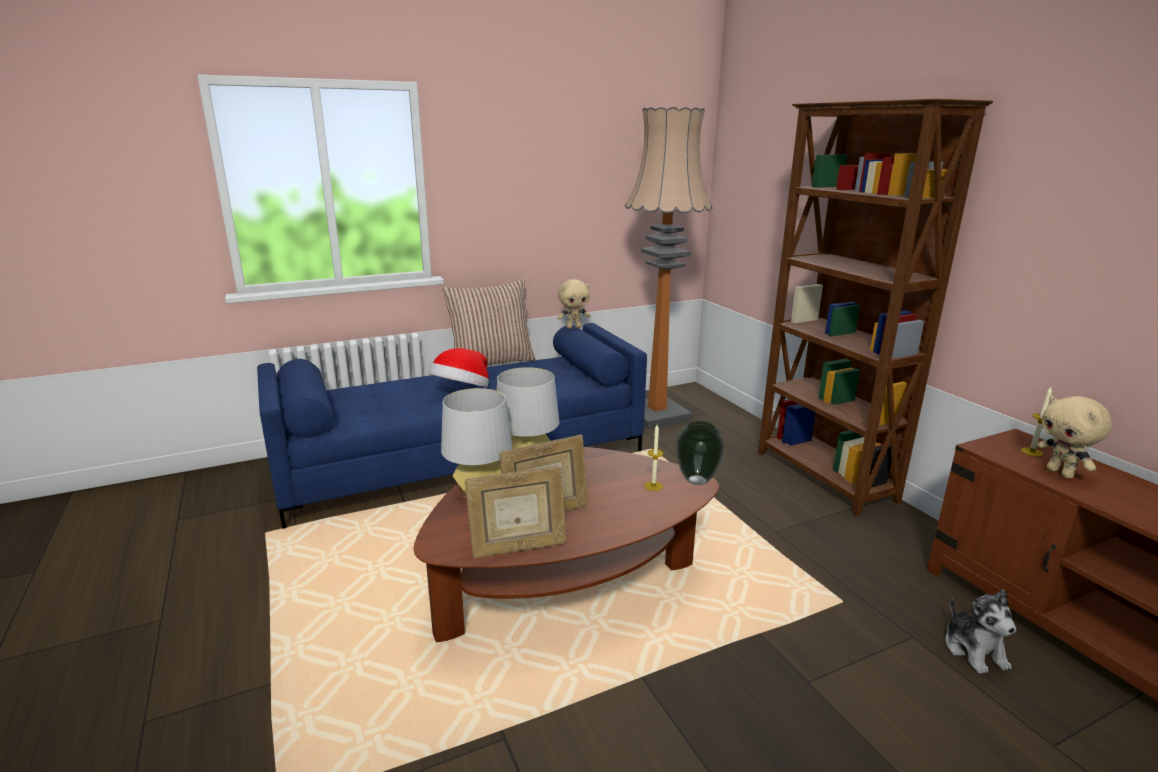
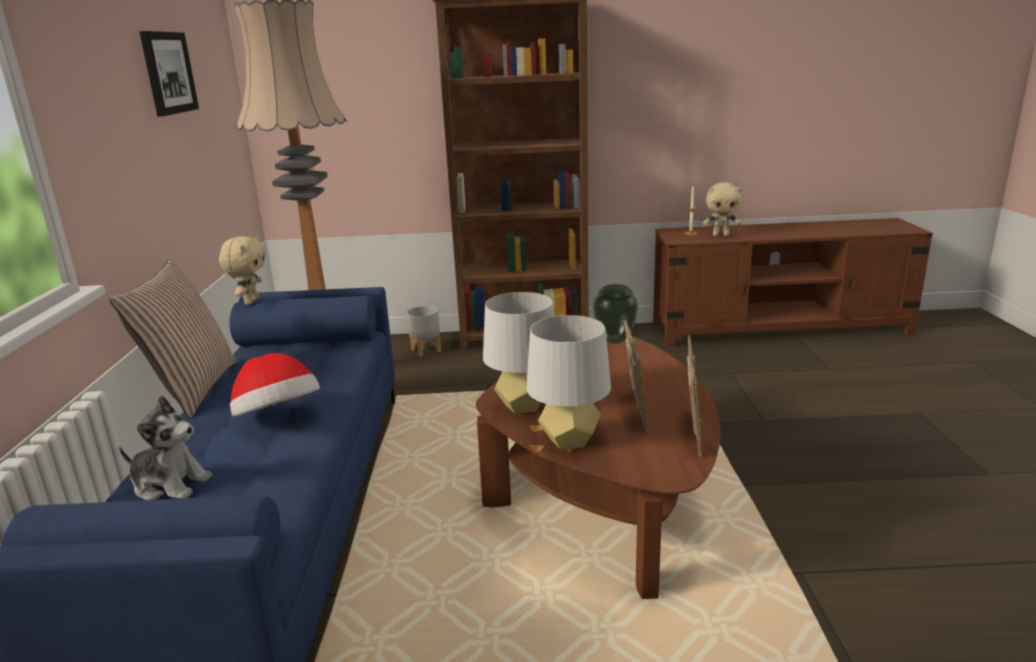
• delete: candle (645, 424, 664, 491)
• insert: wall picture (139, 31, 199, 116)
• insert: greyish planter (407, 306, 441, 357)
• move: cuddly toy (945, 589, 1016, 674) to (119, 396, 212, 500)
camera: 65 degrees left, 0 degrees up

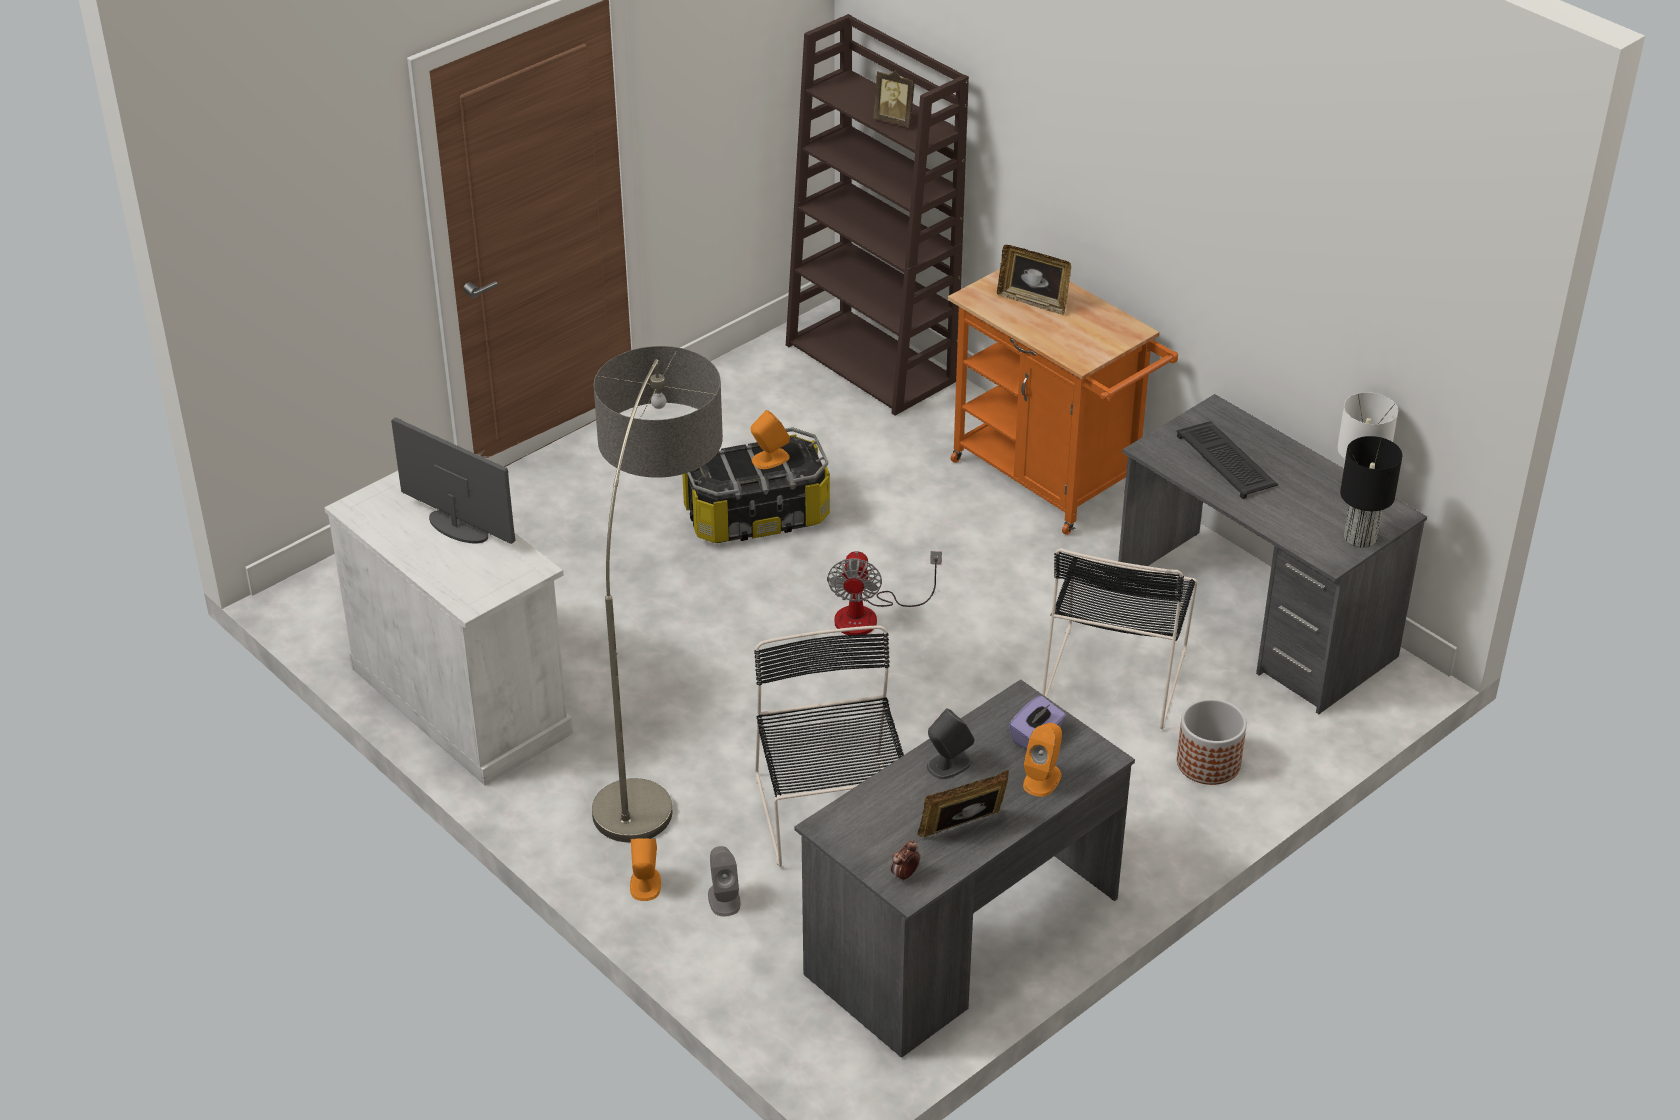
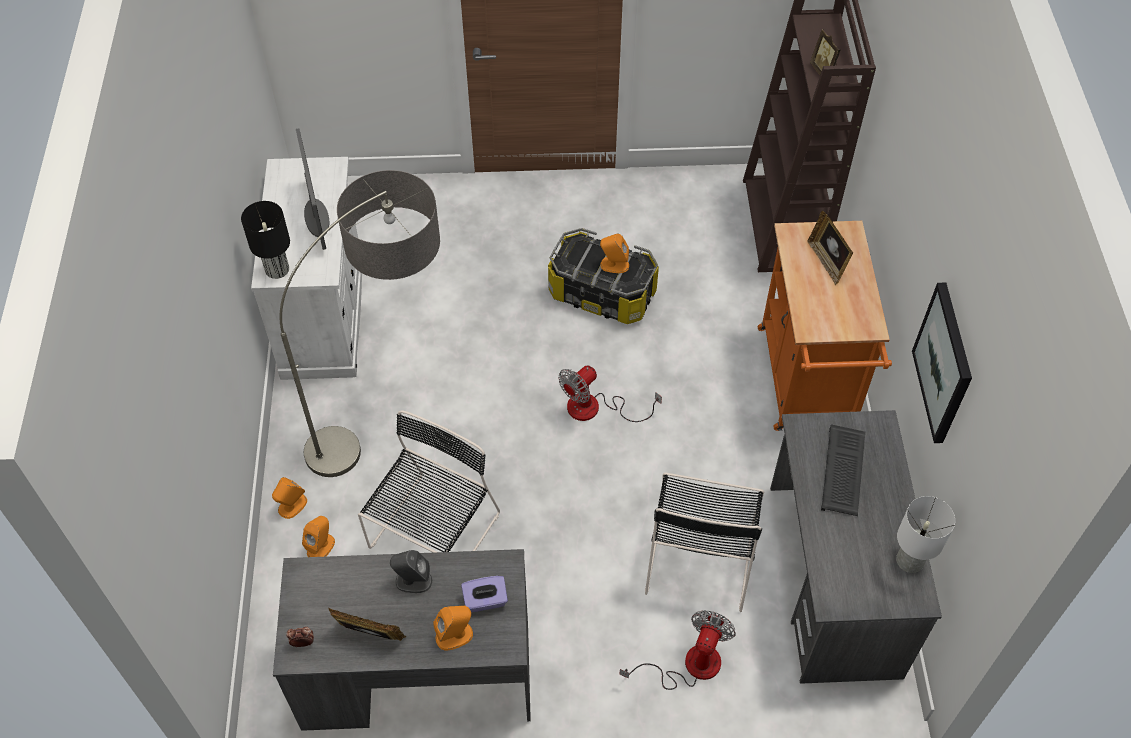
• insert: wall picture (912, 283, 972, 443)
• move: blackish table lamp (1340, 436, 1402, 548) to (241, 201, 290, 279)
• replace: planter (1177, 699, 1247, 785) to cooling fan (619, 610, 736, 690)
• recolor: greyish speaker (708, 846, 741, 917) to orangey speaker (302, 516, 335, 557)
• rotate: blackish upright chair (1042, 548, 1197, 729) = (645, 472, 764, 612) 45 degrees counterclockwise
camera: 40 degrees right, 15 degrees up

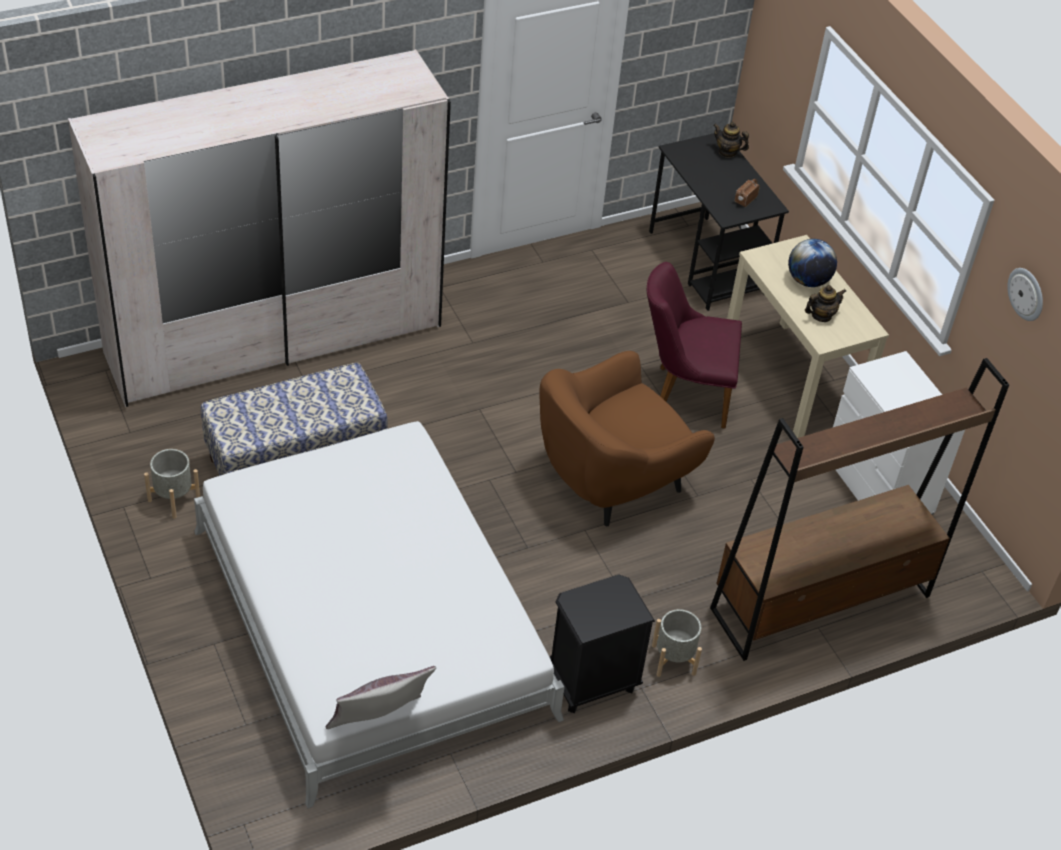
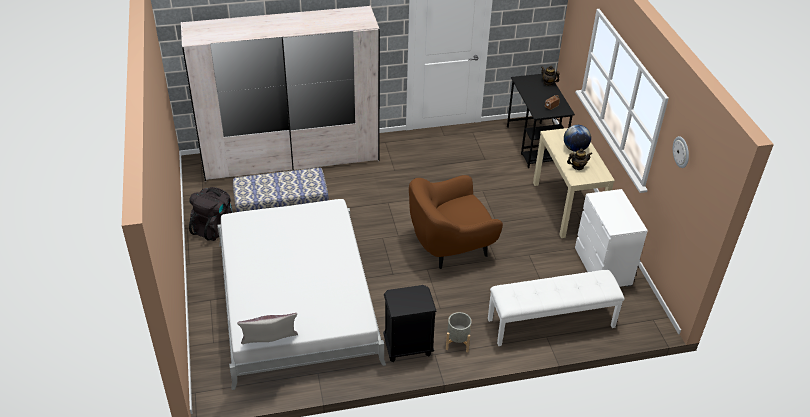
• delete: purple upright chair (647, 262, 742, 429)
• replace: greyish planter (144, 449, 200, 519) to blackish backpack (189, 187, 232, 241)
• replace: brown-coloured bookcase (710, 358, 1009, 661) to whitish bench (488, 270, 624, 346)
camera: 15 degrees right, 5 degrees down

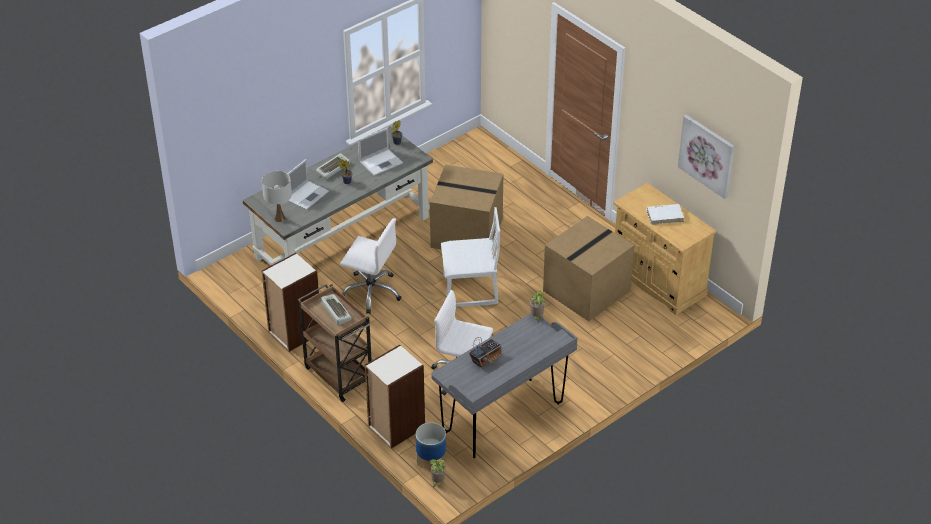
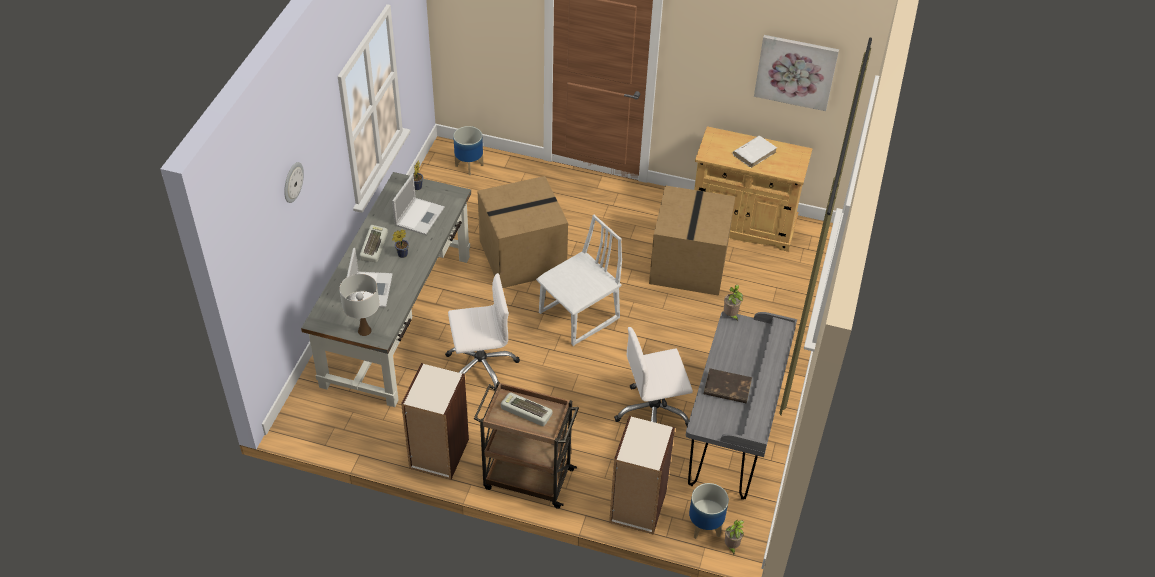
• insert: wall clock (284, 162, 304, 203)
• insert: planter (453, 126, 484, 175)
• replace: radio receiver (469, 337, 501, 369) to brown-coloured bound book (704, 368, 752, 404)
camera: 35 degrees left, 5 degrees up

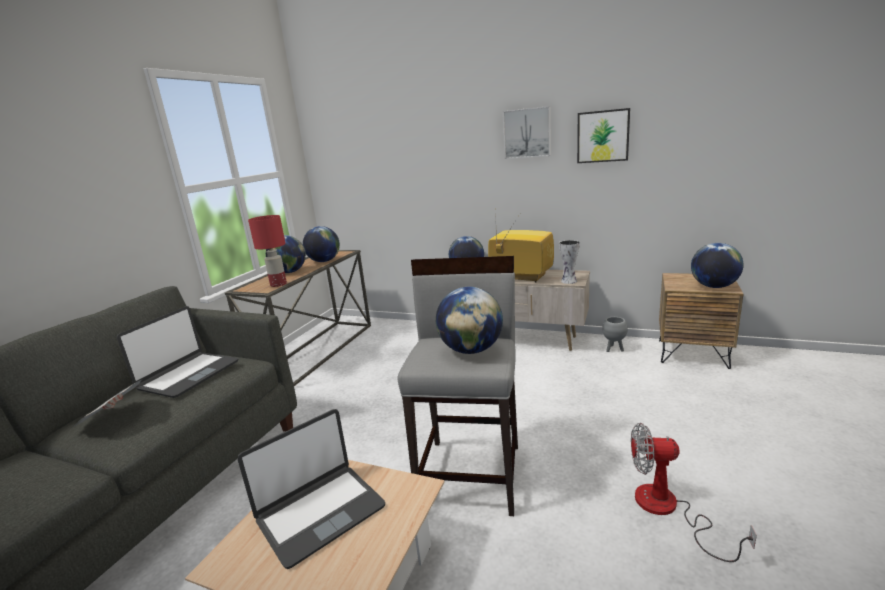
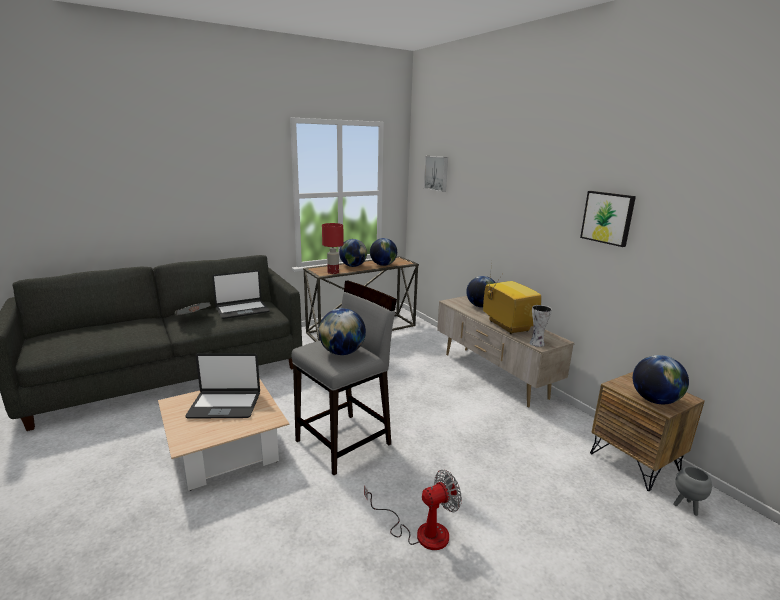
• move: wall picture (503, 106, 551, 159) to (424, 156, 448, 192)
• move: greyish planter (602, 317, 628, 352) to (673, 466, 712, 516)
• rotate: cooling fan (631, 423, 757, 562) = (364, 470, 462, 550) 105 degrees clockwise
camera: 35 degrees right, 0 degrees up

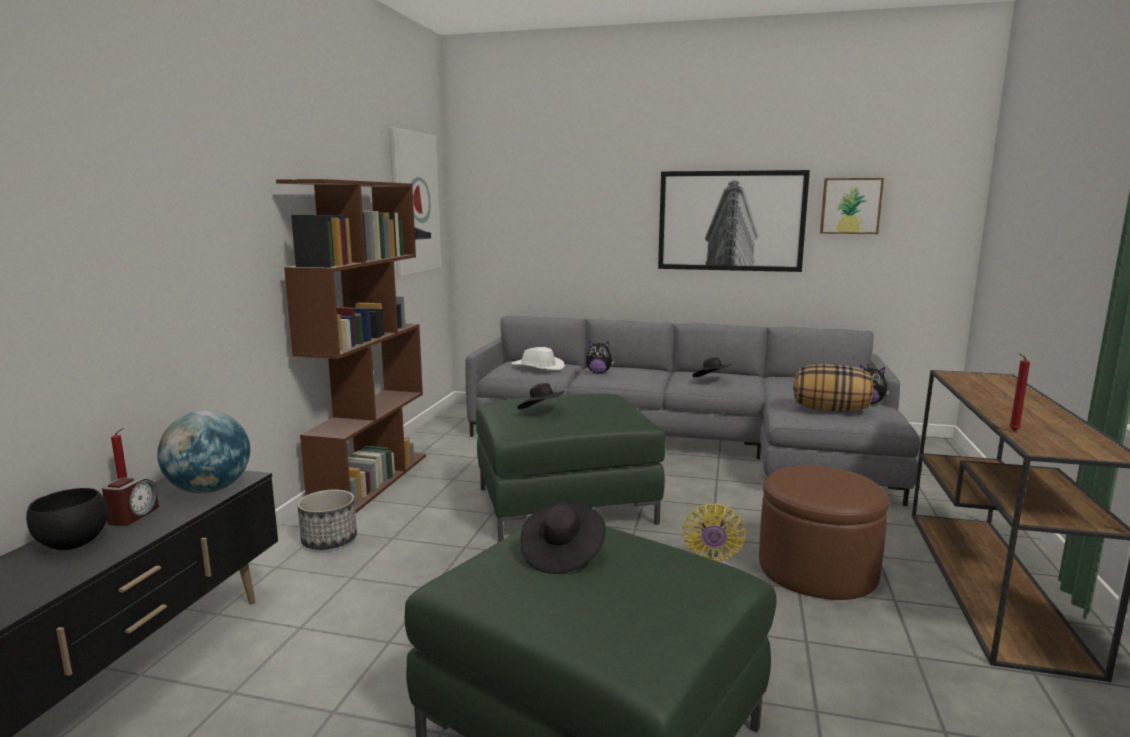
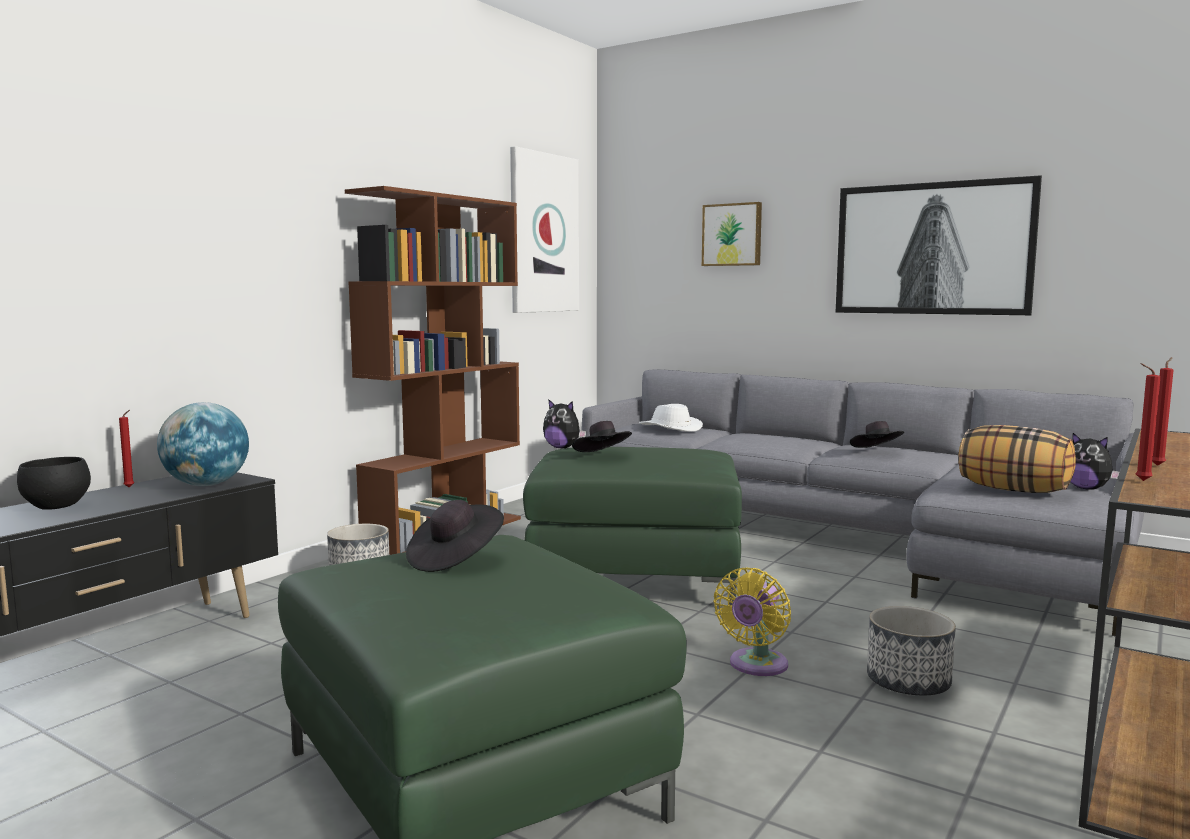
• delete: bedside clock (102, 477, 159, 526)
• insert: red-coloured candle (1152, 357, 1174, 466)
• move: cuddly toy (586, 341, 615, 373) to (543, 399, 586, 449)
• move: wall picture (820, 178, 884, 234) to (702, 202, 762, 266)
• replace: brown-coloured pouffe (759, 465, 889, 600) to planter (867, 606, 956, 695)
camera: 20 degrees right, 5 degrees down

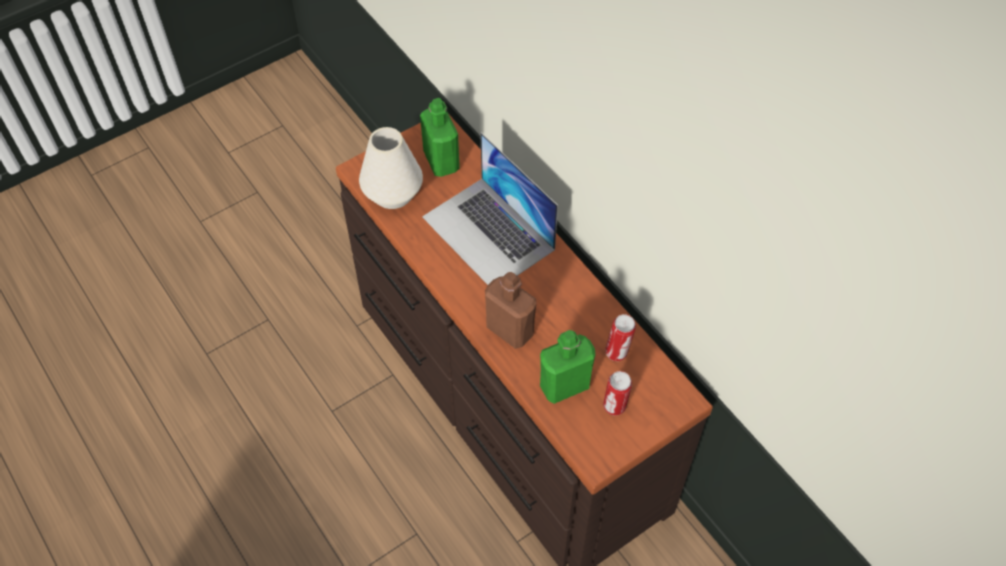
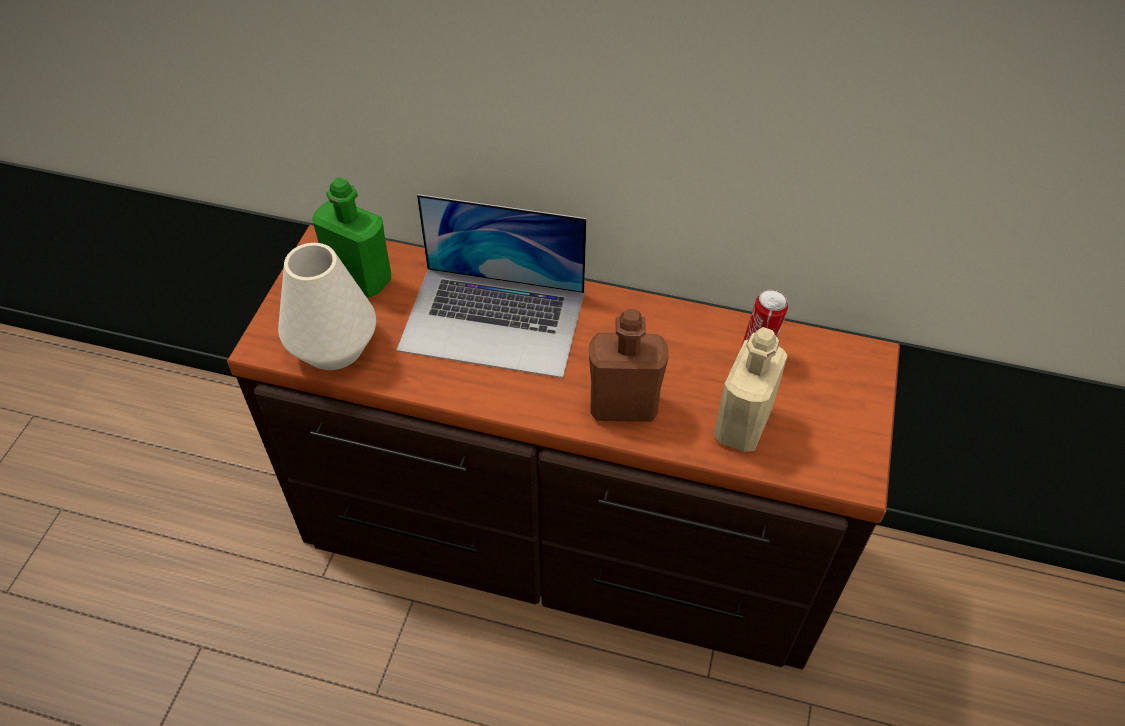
• delete: sealed can (603, 371, 632, 416)
• recolor: green-coloured beverage bottle (540, 330, 595, 404) to beige-coloured beverage bottle (714, 327, 788, 452)
camera: 40 degrees left, 5 degrees down

